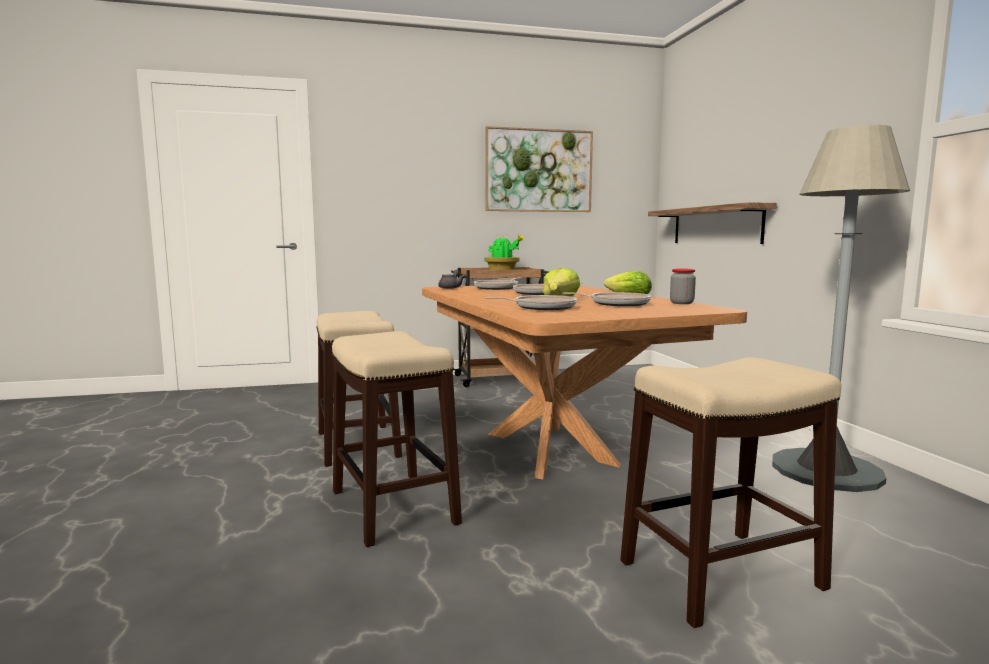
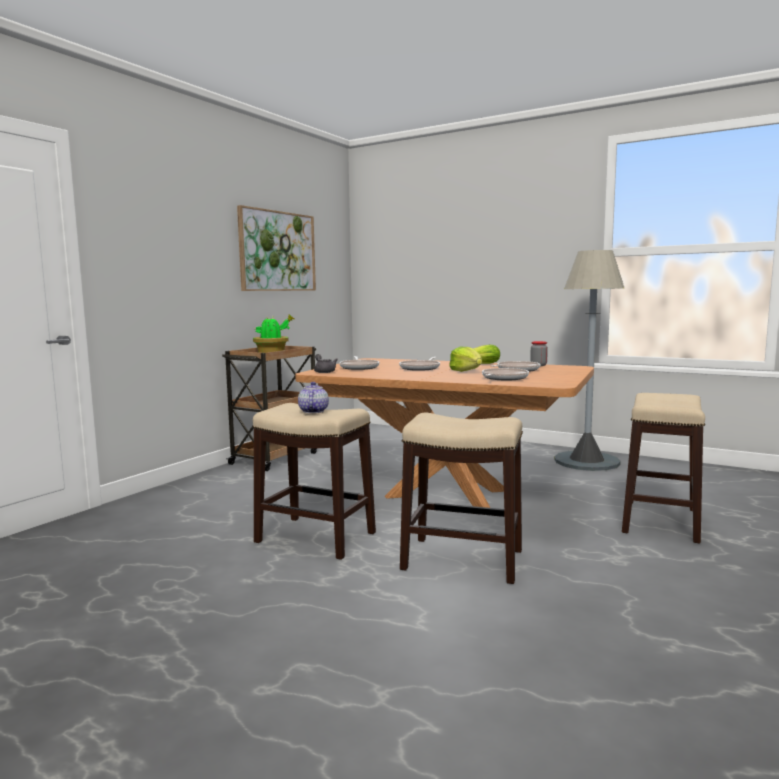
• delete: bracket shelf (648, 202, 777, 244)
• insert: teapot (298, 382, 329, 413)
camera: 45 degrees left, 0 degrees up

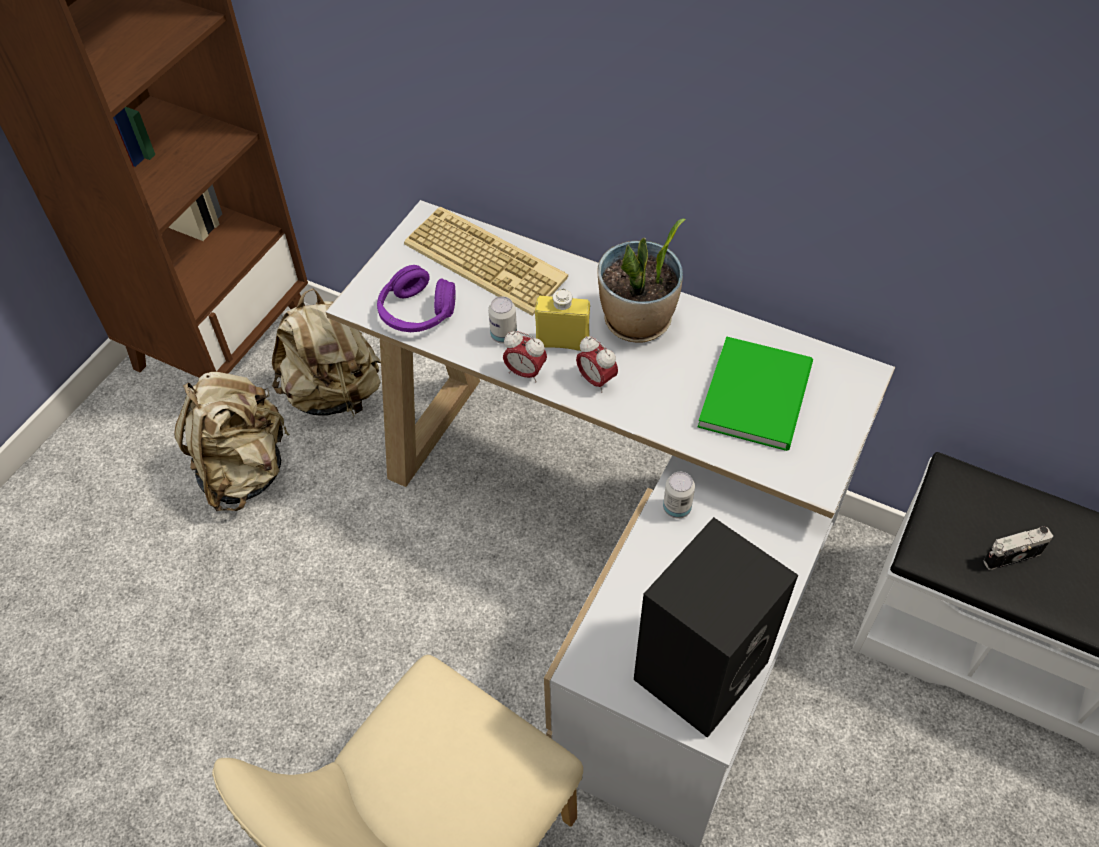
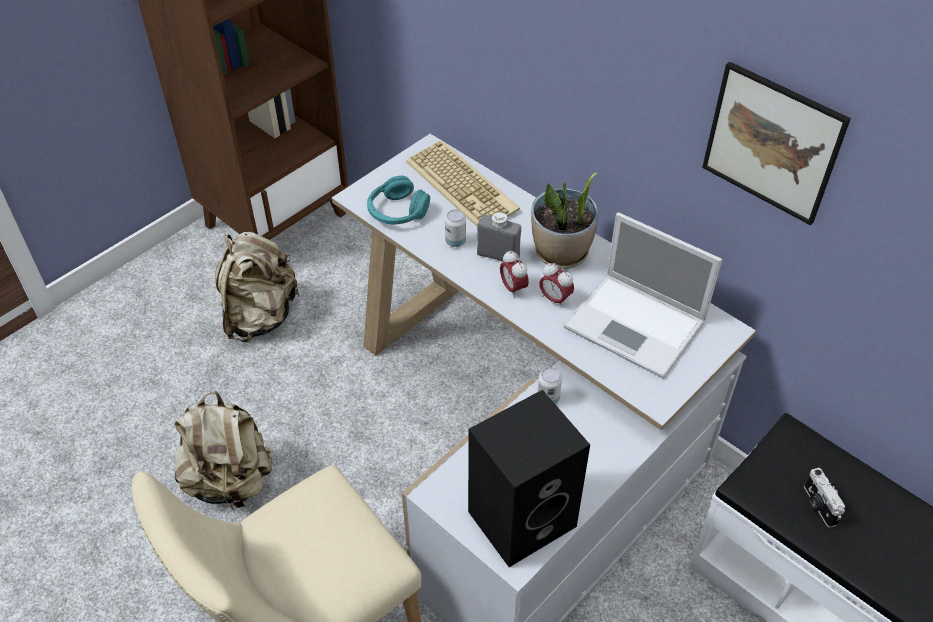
• insert: wall picture (702, 62, 851, 225)
• move: beige-coloured backpack (272, 288, 381, 418) to (175, 391, 272, 510)
• move: bedside clock (503, 331, 547, 382) to (539, 263, 574, 308)
• replace: green-coloured bound book (698, 336, 813, 451) to laptop (564, 212, 722, 379)
• recolor: purple headset (377, 265, 456, 332) to turquoise-coloured headset (367, 176, 430, 224)
• recolor: yellow-coloured beverage bottle (535, 289, 590, 351) to greyish beverage bottle (477, 212, 521, 262)
• rotate: photo camera (983, 526, 1053, 570) = (804, 468, 845, 528) 105 degrees counterclockwise
camera: 15 degrees right, 5 degrees down

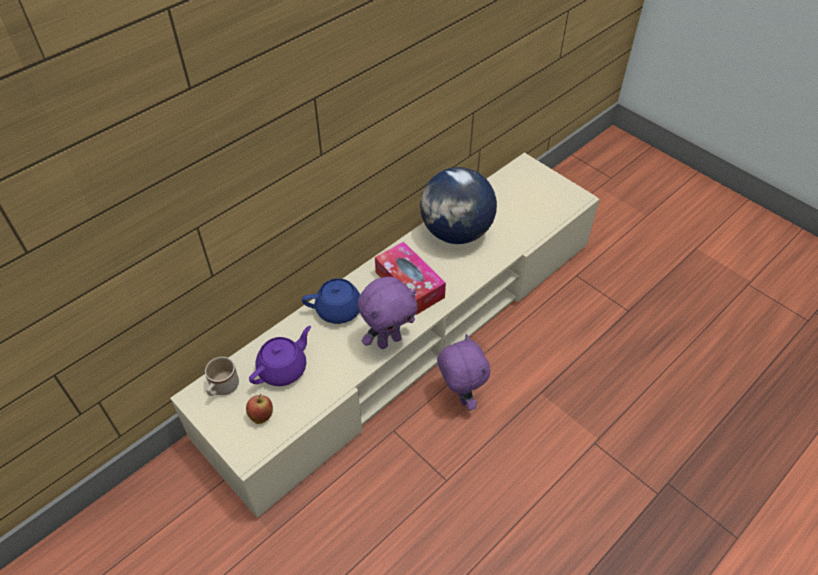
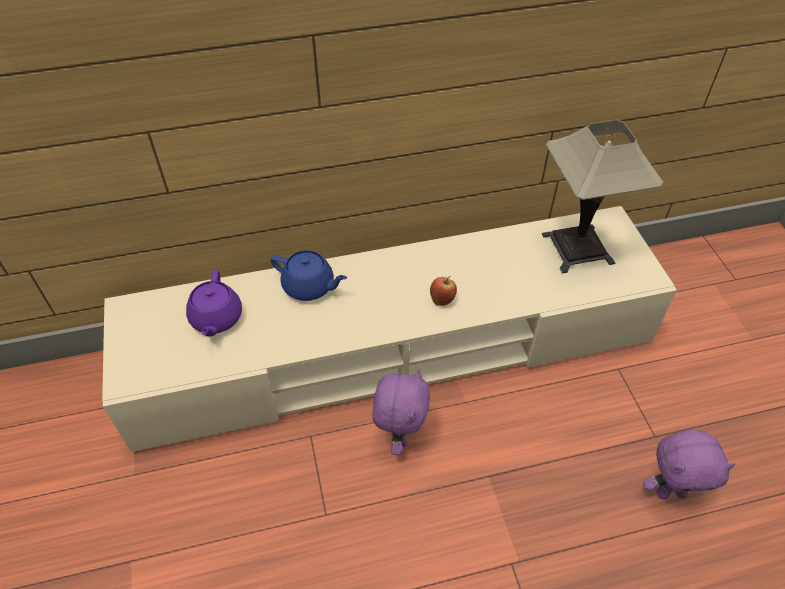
• delete: beige-coloured mug (205, 357, 239, 396)
• delete: box of tissues (375, 242, 446, 315)
• delete: globe (420, 167, 497, 244)
• insert: table lamp (542, 119, 663, 273)
• move: apple (246, 394, 273, 424) to (430, 276, 457, 306)
• move: purple cuddly toy (358, 277, 417, 349) to (643, 430, 736, 499)
• rotate: purple teapot (249, 326, 311, 386) = (186, 270, 242, 337) 105 degrees clockwise
camera: 30 degrees right, 0 degrees up

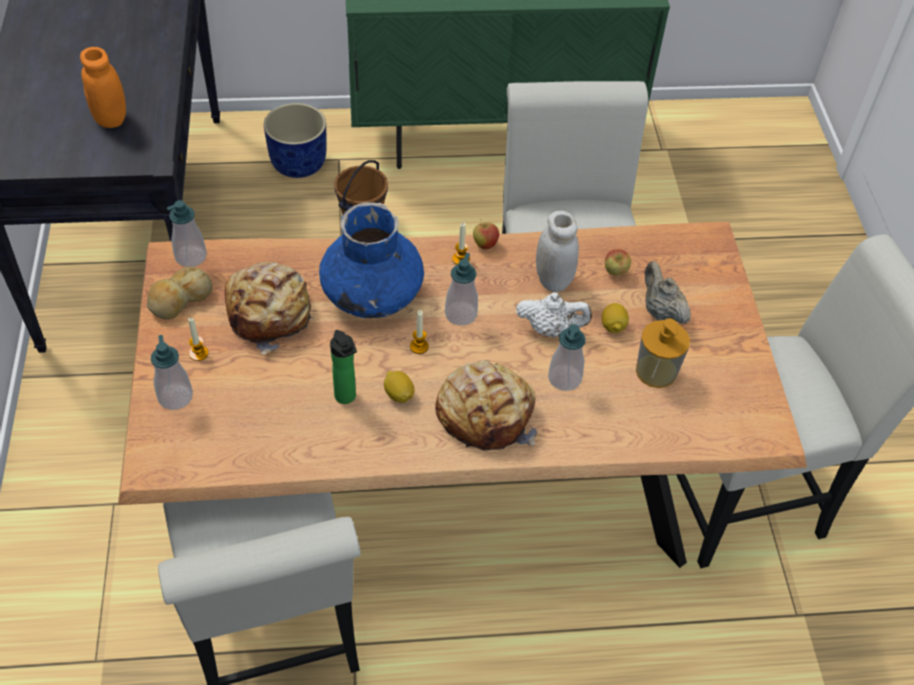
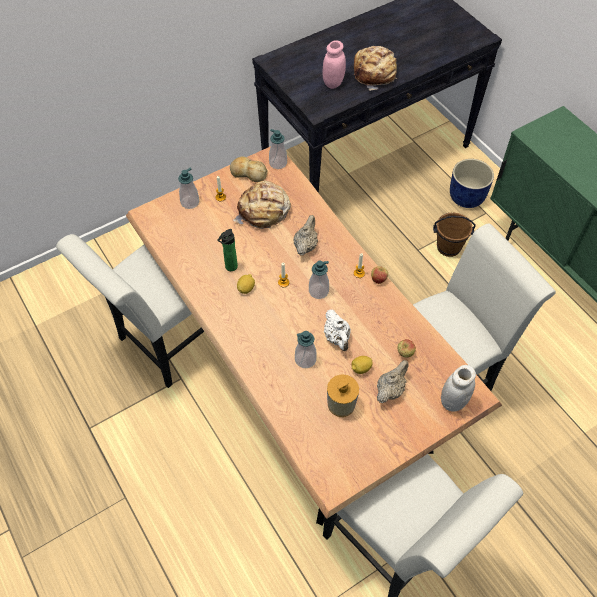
• move: baked bread (435, 360, 537, 450) to (354, 46, 397, 91)
• move: whitish jar (536, 211, 579, 292) to (441, 365, 476, 412)
• replace: blue decorative vase (319, 202, 424, 318) to beige-coloured teapot (293, 215, 318, 256)
• recolor: orangey jar (80, 47, 126, 128) to pinkish jar (322, 40, 346, 89)
camera: 65 degrees right, 5 degrees up

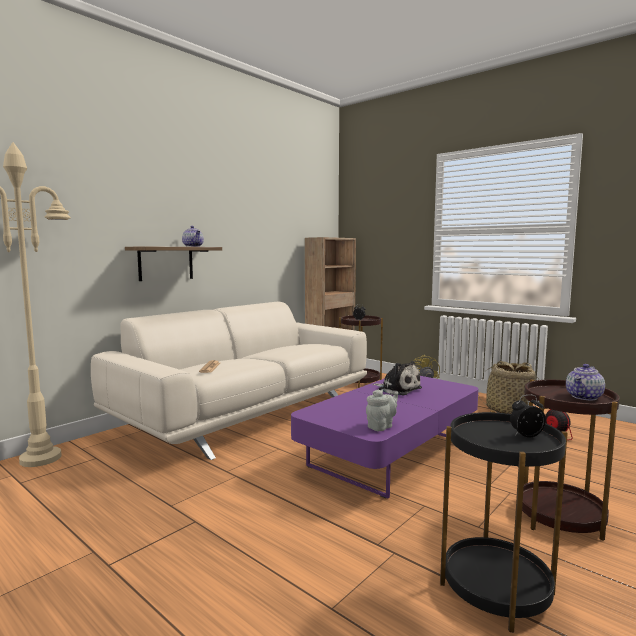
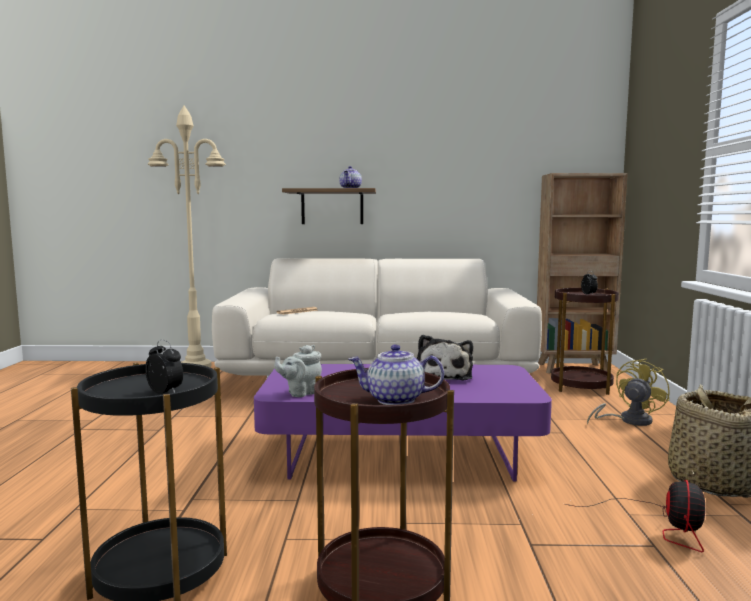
• rotate: greyish teapot (366, 389, 398, 431) = (274, 345, 322, 397) 135 degrees clockwise
camera: 50 degrees right, 0 degrees up

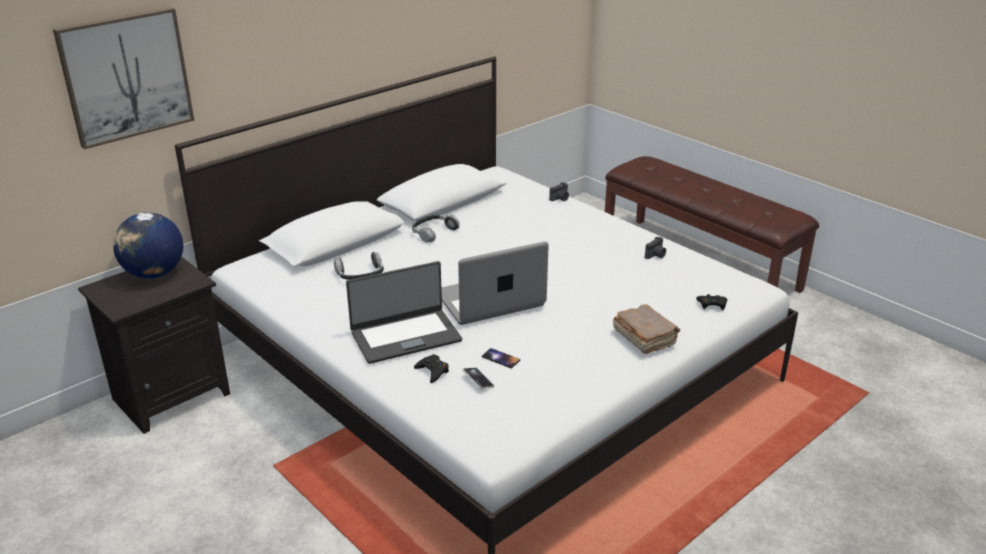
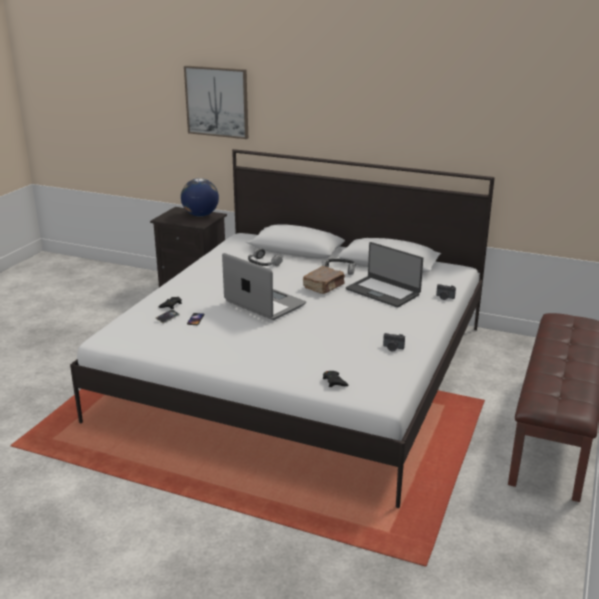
• move: laptop (346, 261, 462, 364) to (346, 242, 423, 307)
• move: brown-coloured bound book (613, 304, 680, 354) to (303, 266, 345, 294)
camera: 65 degrees right, 5 degrees down

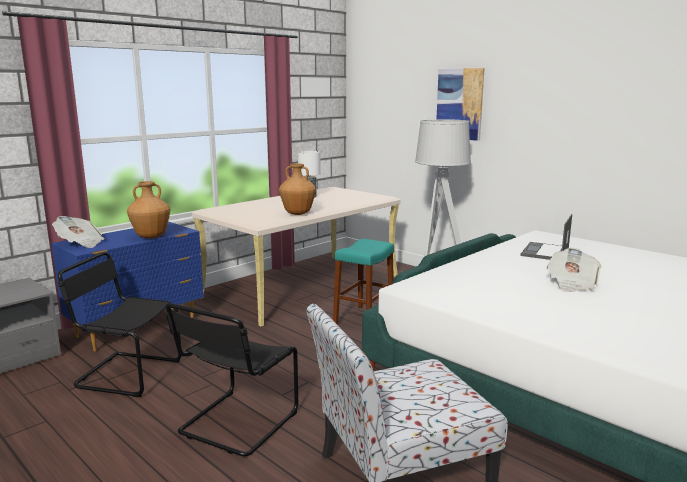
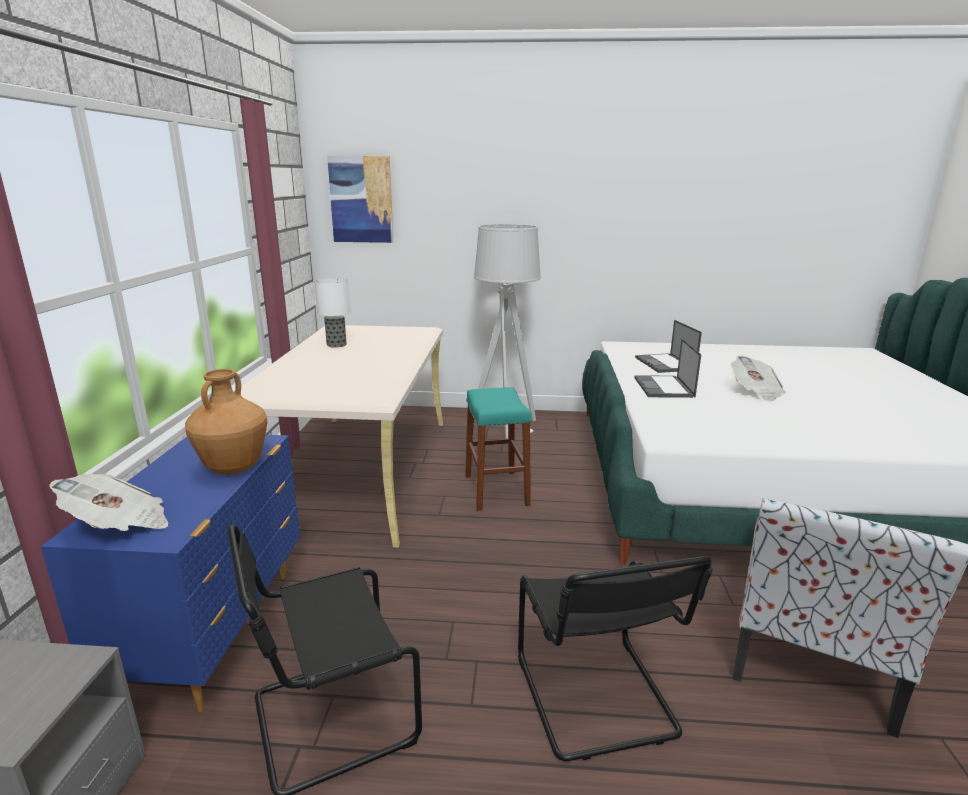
• delete: brown-coloured decorative vase (279, 164, 316, 215)
• insert: laptop (634, 339, 701, 398)
• move: wall picture (436, 68, 485, 141) to (327, 156, 393, 243)
camera: 40 degrees left, 5 degrees up

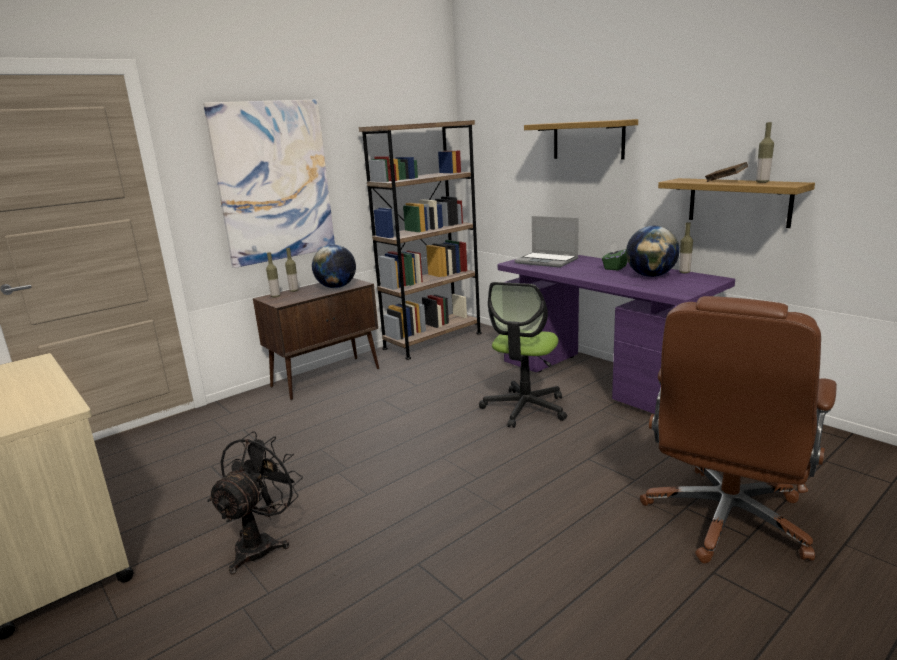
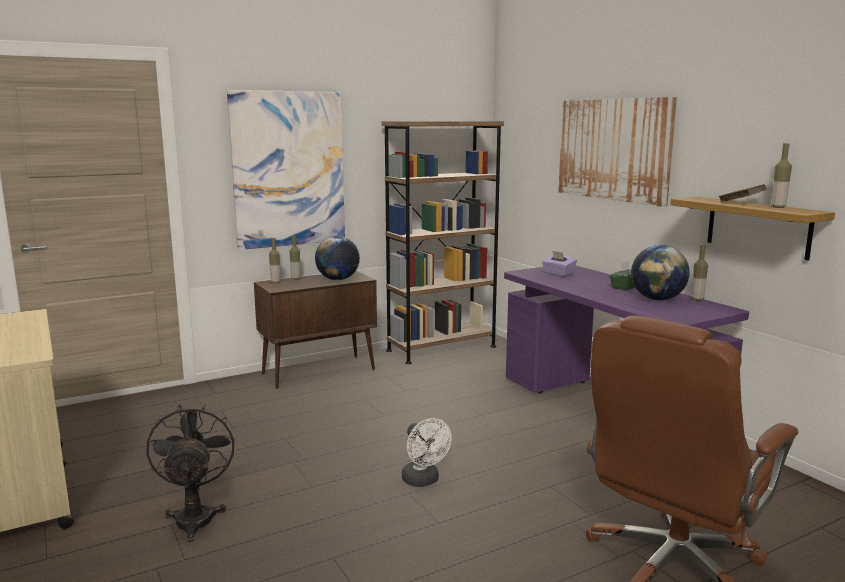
• delete: desk chair (479, 282, 567, 428)
• insert: whitish cooling fan (402, 418, 451, 487)
• replace: laptop (515, 216, 579, 268) to purple box of tissues (542, 251, 577, 277)
• replace: bracket shelf (524, 119, 638, 159) to wall picture (558, 97, 677, 207)
• rotate: blackish cooling fan (207, 431, 303, 574) = (147, 404, 235, 542) 45 degrees counterclockwise
camera: 10 degrees right, 5 degrees down

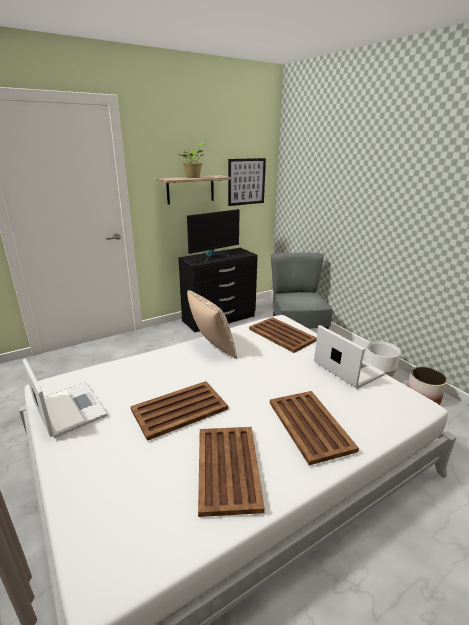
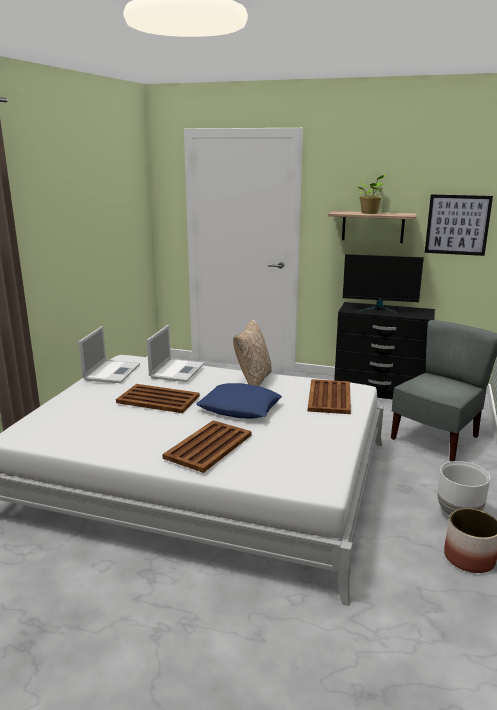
• delete: brown-coloured tray (198, 427, 265, 517)
• insert: blue throw pillow (196, 383, 282, 418)
• move: laptop (314, 325, 385, 389) to (147, 325, 204, 382)
camera: 50 degrees right, 5 degrees down

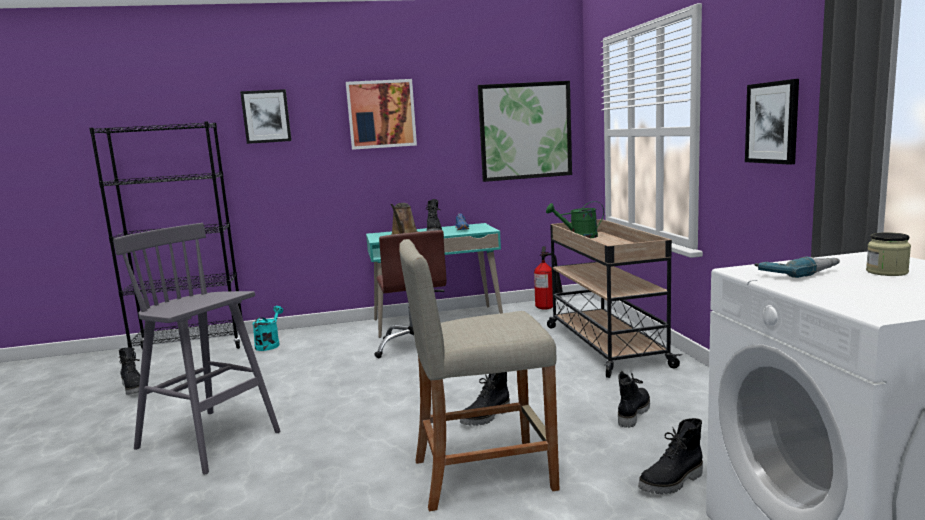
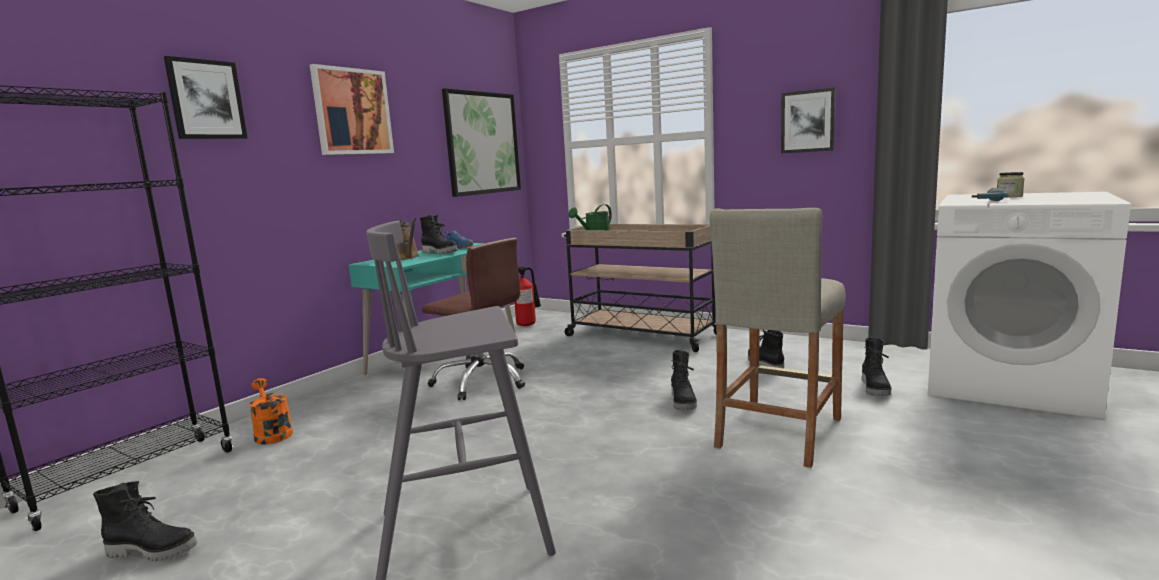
• recolor: turquoise-coloured watering pot (253, 306, 283, 351) to orangey watering pot (249, 378, 293, 444)
camera: 45 degrees left, 0 degrees up

